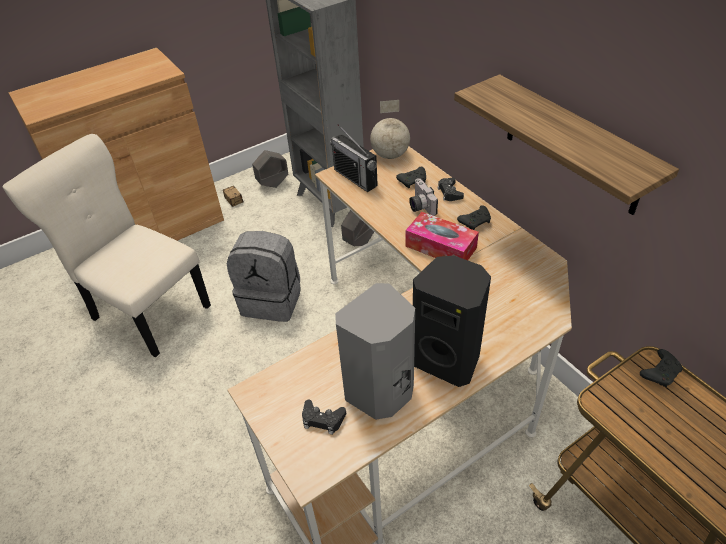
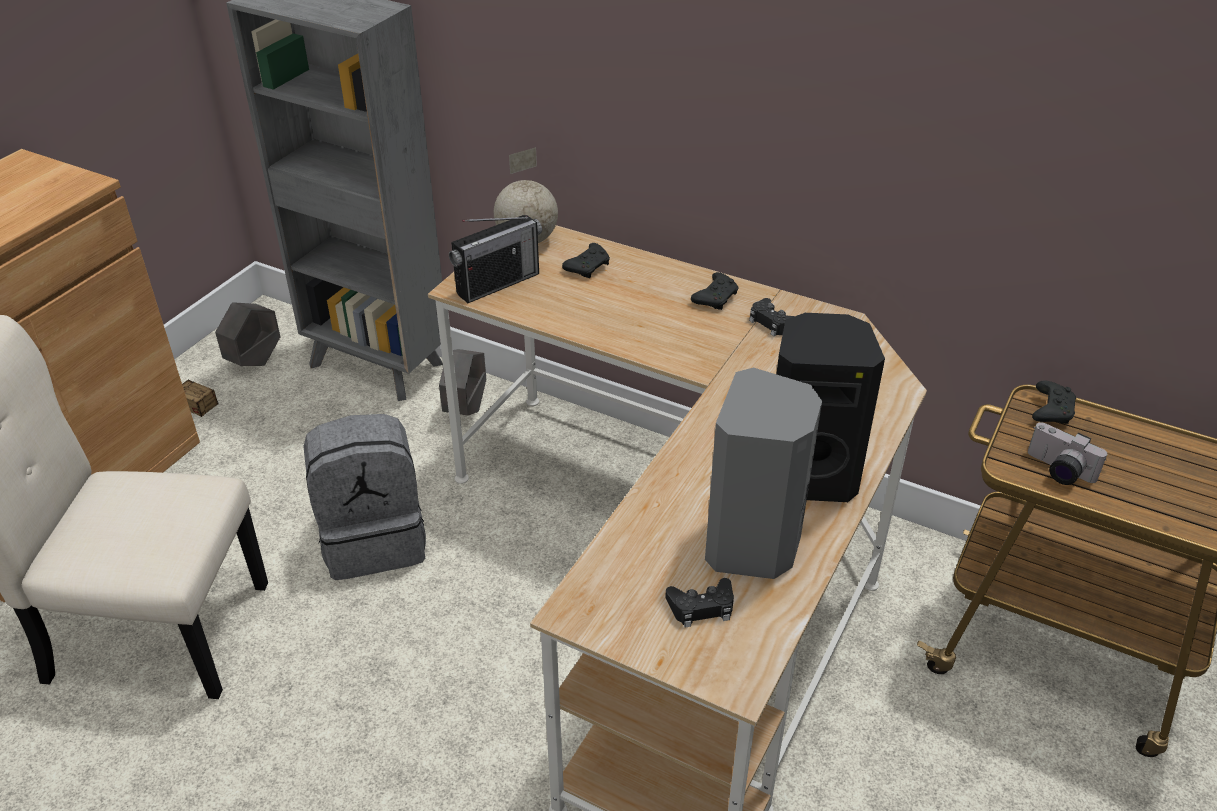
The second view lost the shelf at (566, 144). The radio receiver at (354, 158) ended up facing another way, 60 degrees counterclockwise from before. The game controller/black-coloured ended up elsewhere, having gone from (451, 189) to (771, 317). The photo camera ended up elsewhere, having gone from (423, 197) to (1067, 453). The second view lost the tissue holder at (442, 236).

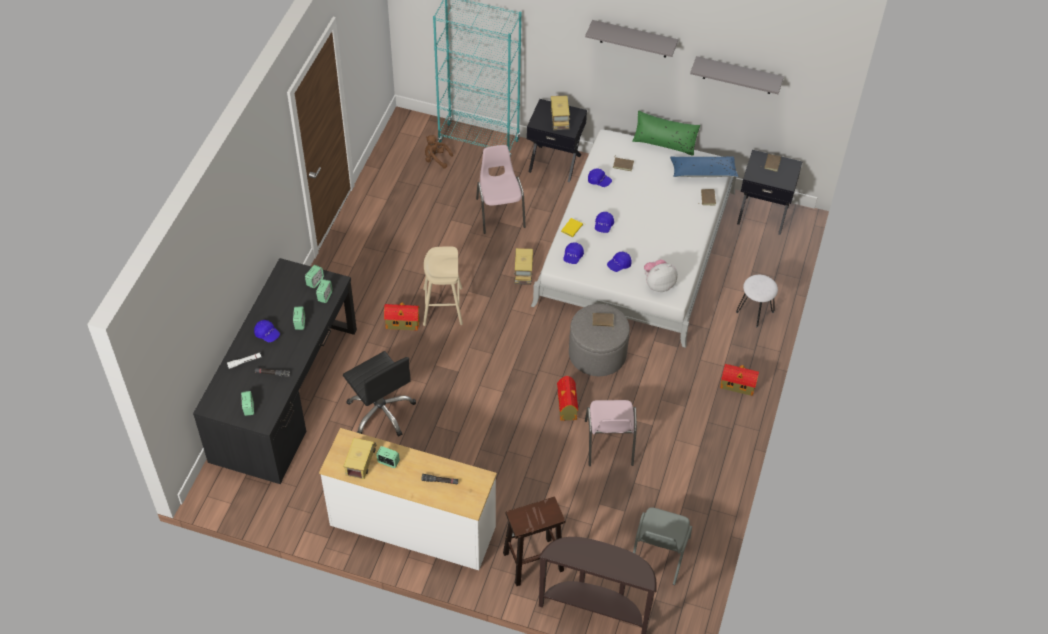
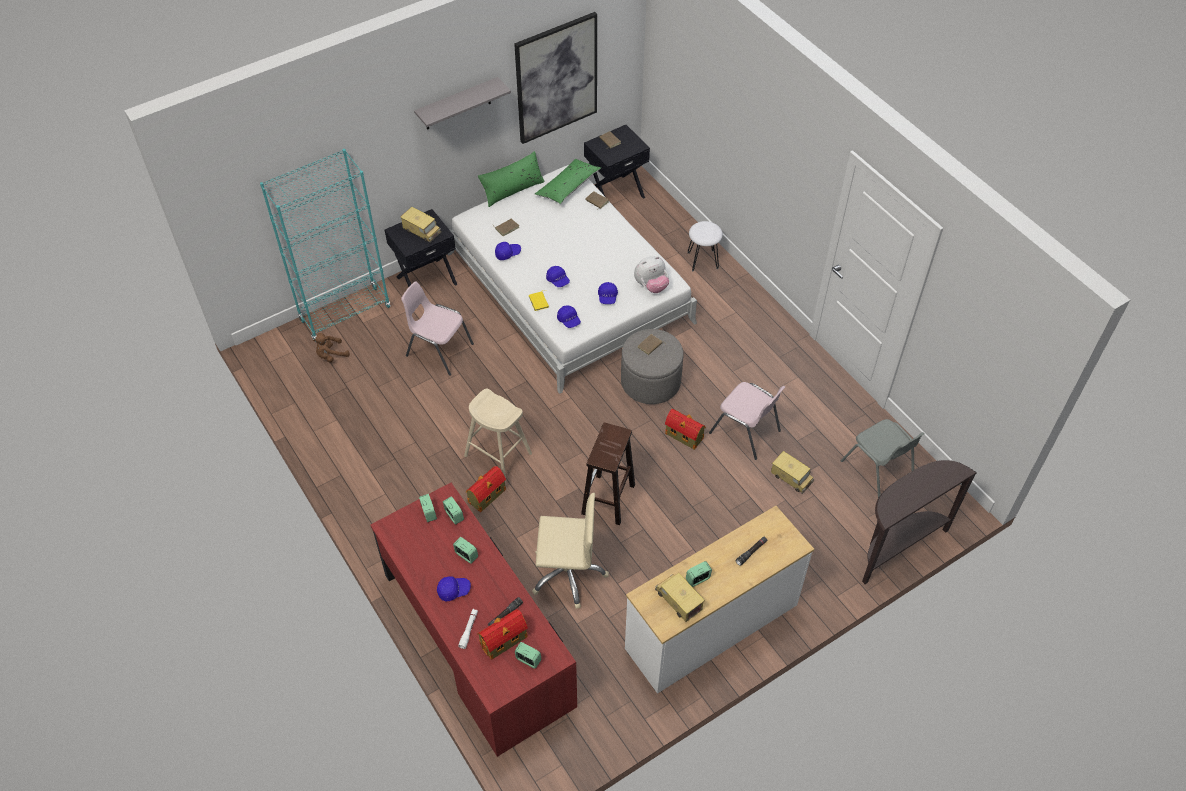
Where the shelf/grey hung at (737, 75), the wall art came to hang at (555, 78). What was the pillow/blue-coloured at (704, 166) turned into the pillow/greenish at (568, 181). The model truck ended up elsewhere, having gone from (523, 266) to (792, 472). What was the desk/black-coloured at (275, 371) turned into the desk/red at (474, 620). The plush toy at (661, 275) ended up facing another way, 135 degrees counterclockwise from before. What was the computer chair/black-coloured at (379, 394) turned into the computer chair/beige at (570, 551). The miniature house ended up elsewhere, having gone from (739, 380) to (502, 634). The sitting stool/brownish ended up elsewhere, having gone from (534, 541) to (608, 473).

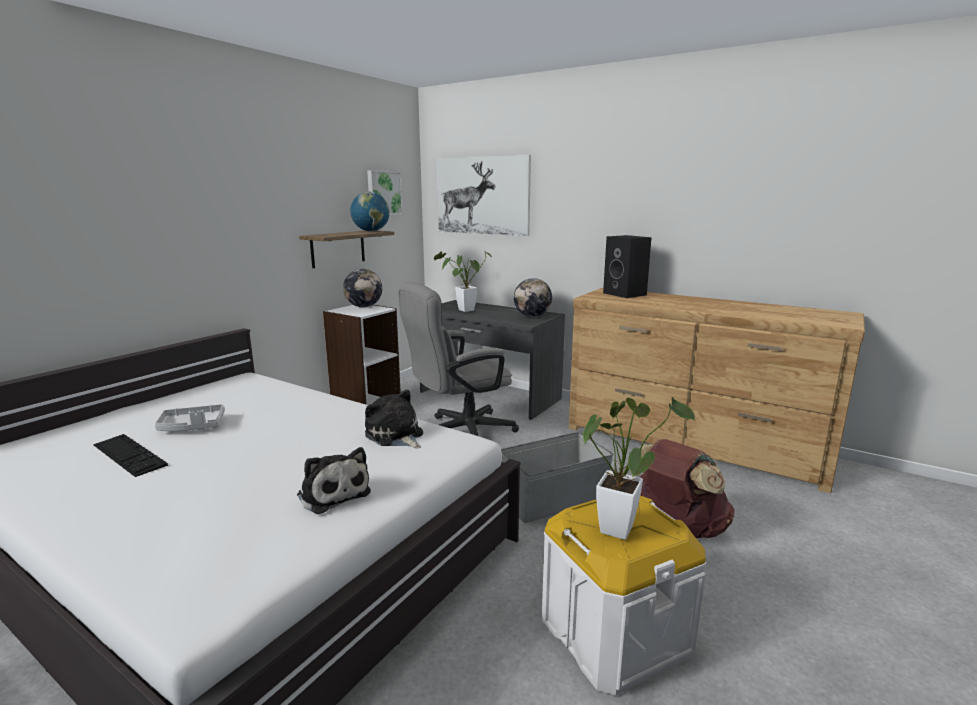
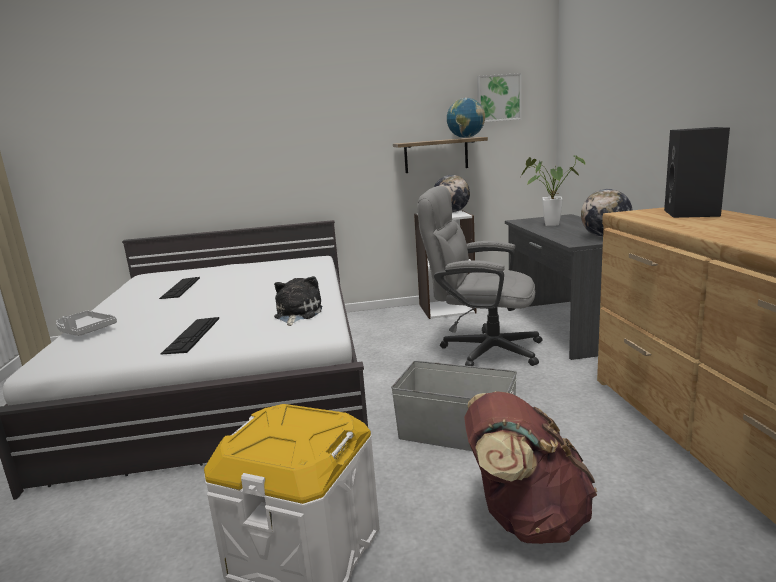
The second view lost the wall art at (484, 195). The second view lost the houseplant at (639, 468). The tray/grey ended up elsewhere, having gone from (190, 417) to (86, 323). Where the plush toy stood at (334, 480), the PC keyboard came to stand at (190, 335).

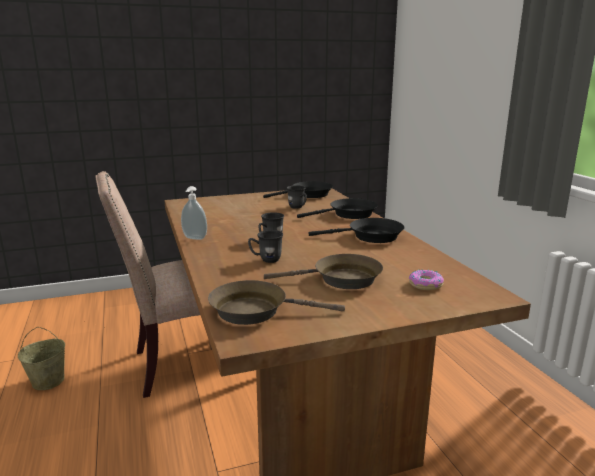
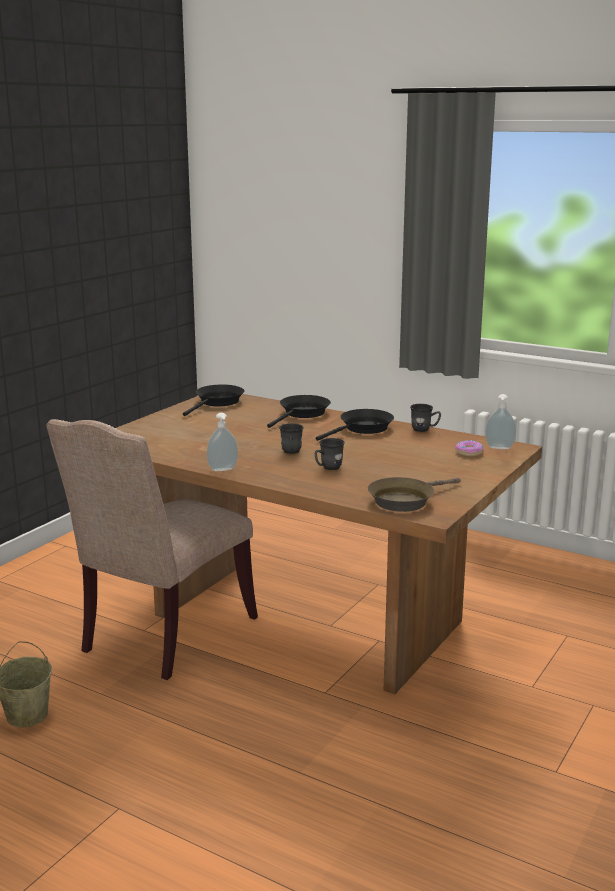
The mug/grey ended up elsewhere, having gone from (297, 197) to (425, 418). The second view lost the pan/brownish at (323, 271). The second view gained the soap bottle at (500, 421).

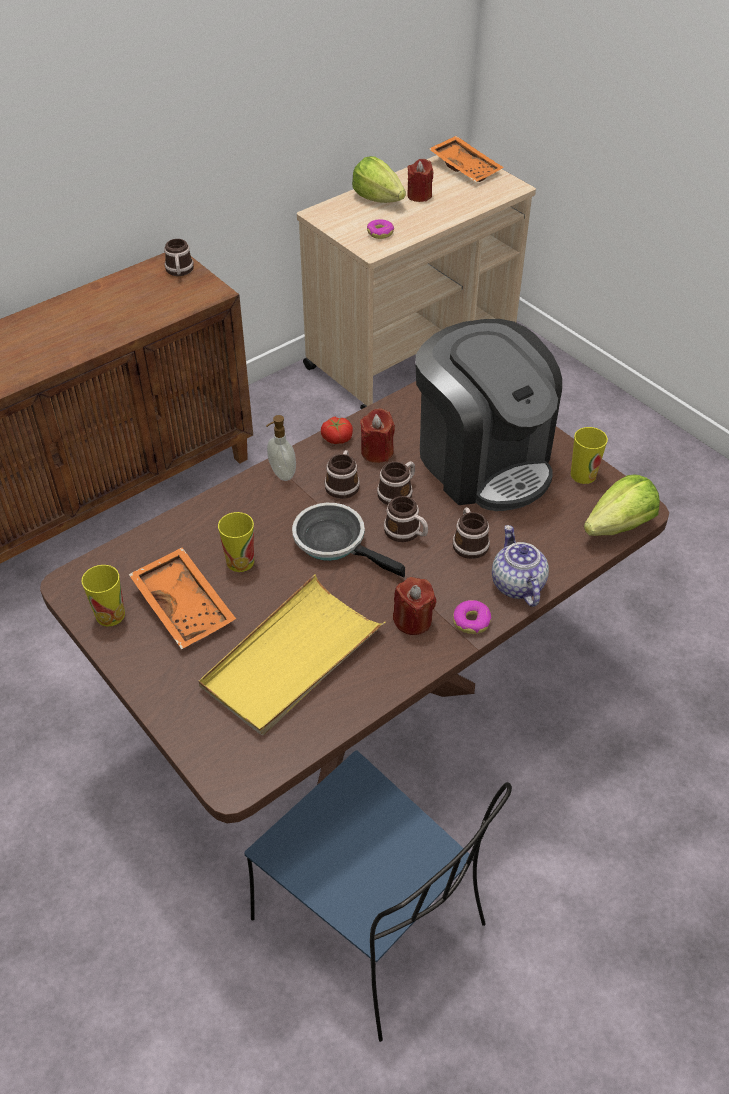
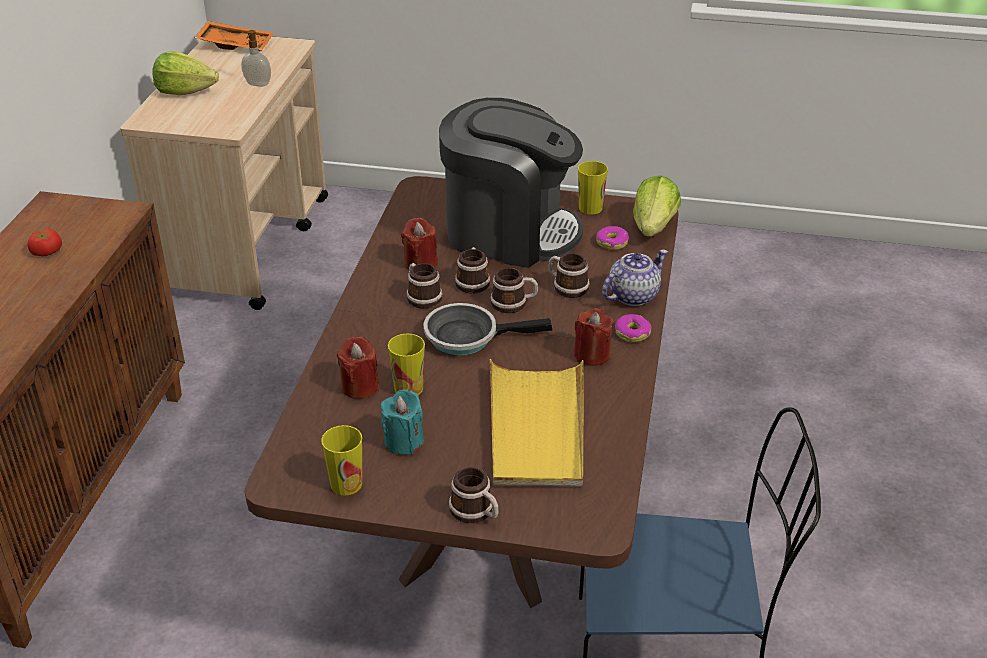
The wax candle/red ended up elsewhere, having gone from (420, 180) to (358, 368). The donut ended up elsewhere, having gone from (380, 229) to (612, 238). The mug ended up elsewhere, having gone from (179, 257) to (474, 495). The soap bottle ended up elsewhere, having gone from (281, 448) to (256, 58). The whole tomato ended up elsewhere, having gone from (337, 430) to (45, 242). The pot for tea at (520, 566) ended up facing another way, 105 degrees clockwise from before. Where the tray/orangey stood at (182, 598), the wax candle/turquoise came to stand at (402, 422).

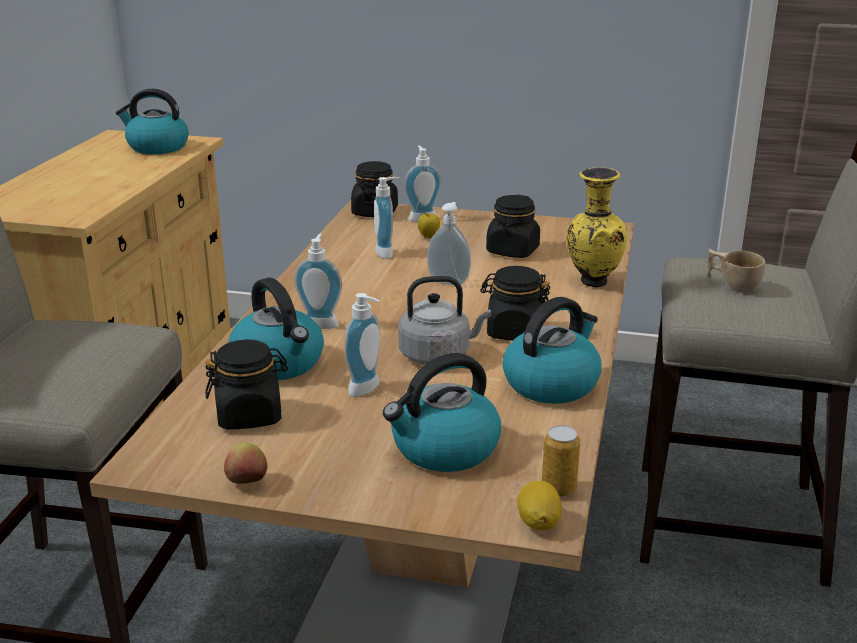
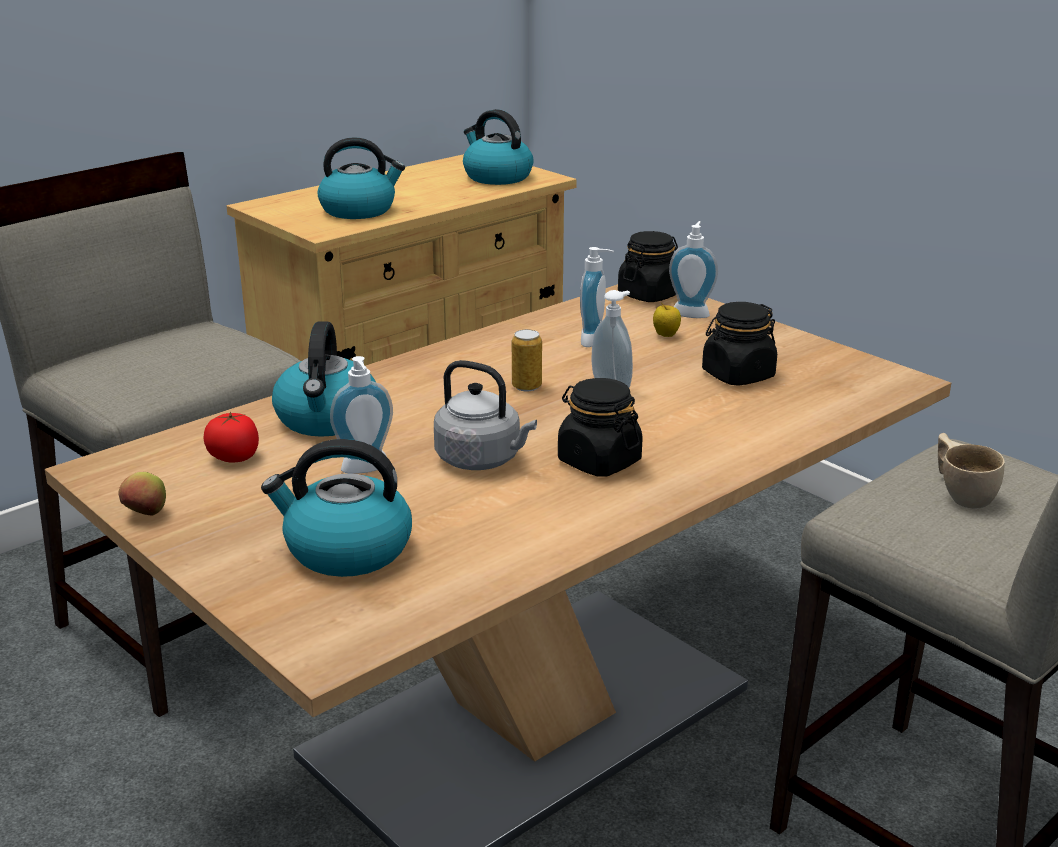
The second view lost the vase/yellow-coloured at (596, 228). The second view lost the soap bottle at (318, 281). The tea kettle ended up elsewhere, having gone from (551, 350) to (361, 178). Where the preserve jar/black-coloured stood at (246, 384), the whole tomato came to stand at (231, 437). The sealed can ended up elsewhere, having gone from (561, 461) to (527, 360). The second view lost the citrus fruit at (539, 505).

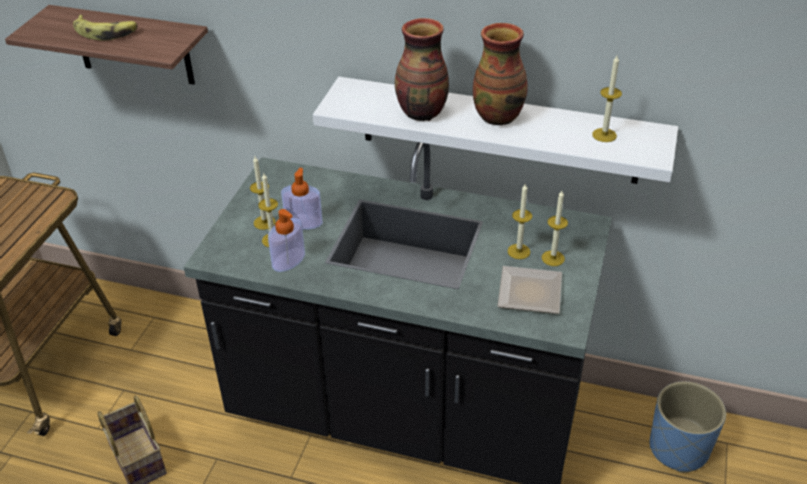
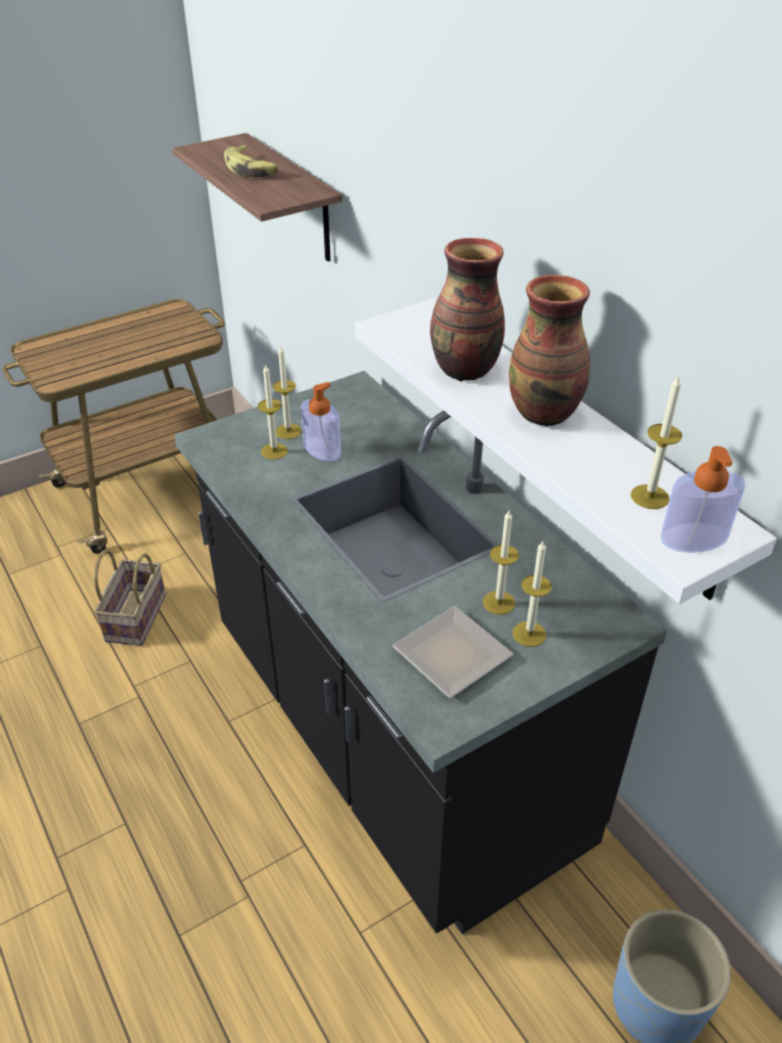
The soap bottle ended up elsewhere, having gone from (286, 240) to (703, 499).

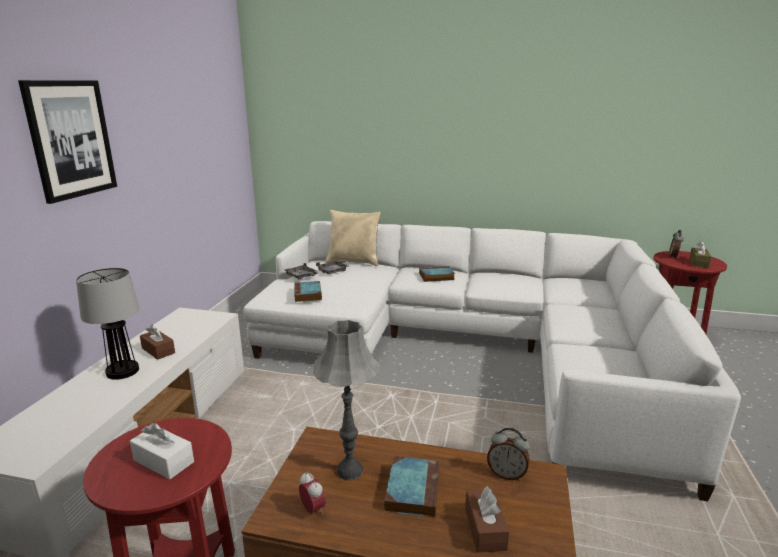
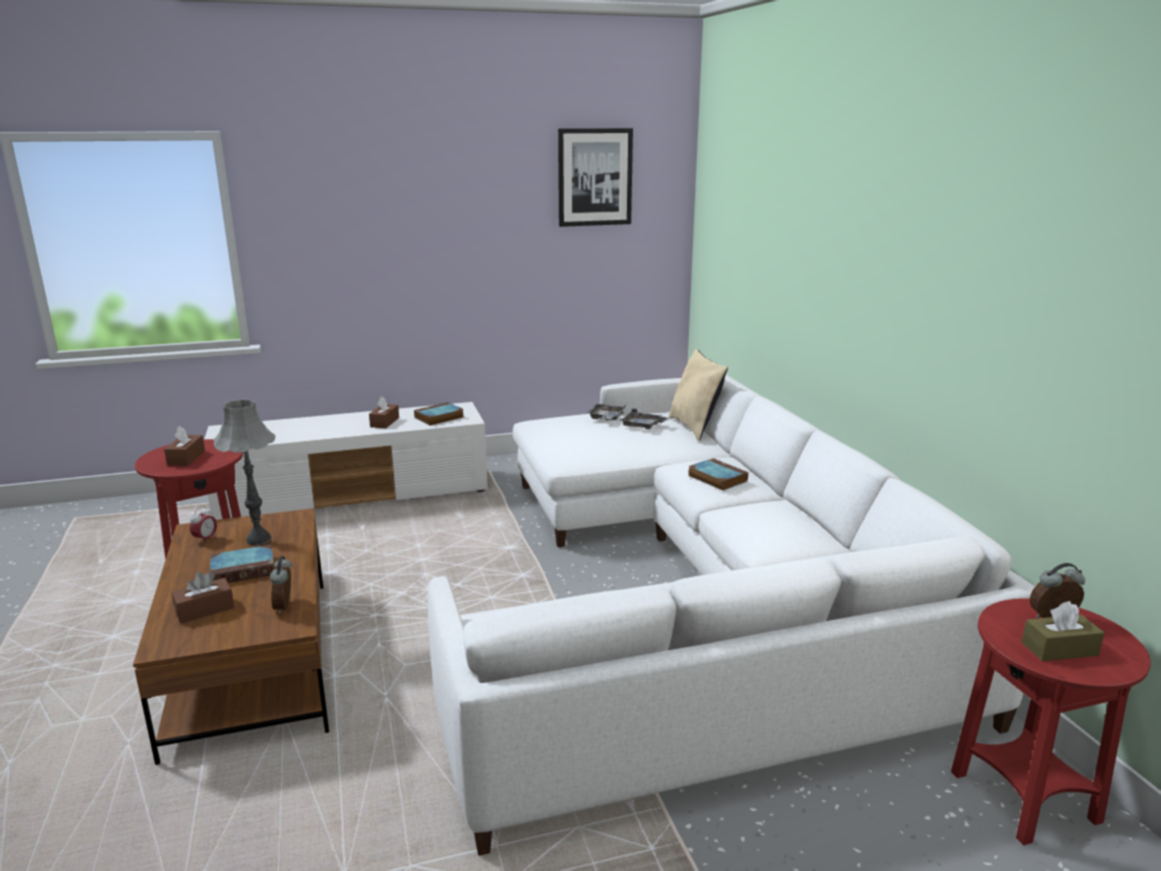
The wall art ended up elsewhere, having gone from (67, 142) to (595, 177). The second view lost the lamp for a table at (108, 324). The book ended up elsewhere, having gone from (308, 291) to (438, 414). What was the tissue holder/white-coloured at (162, 450) turned into the tissue holder/brownish at (184, 446).

